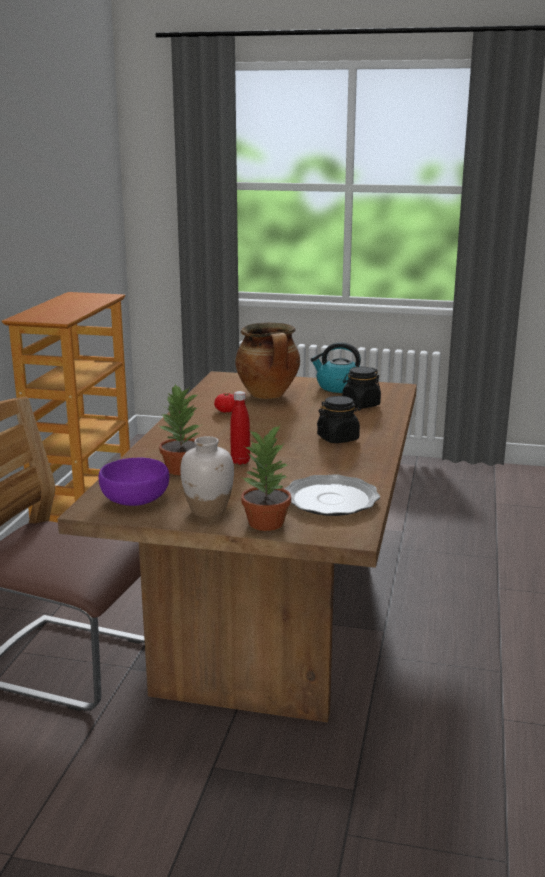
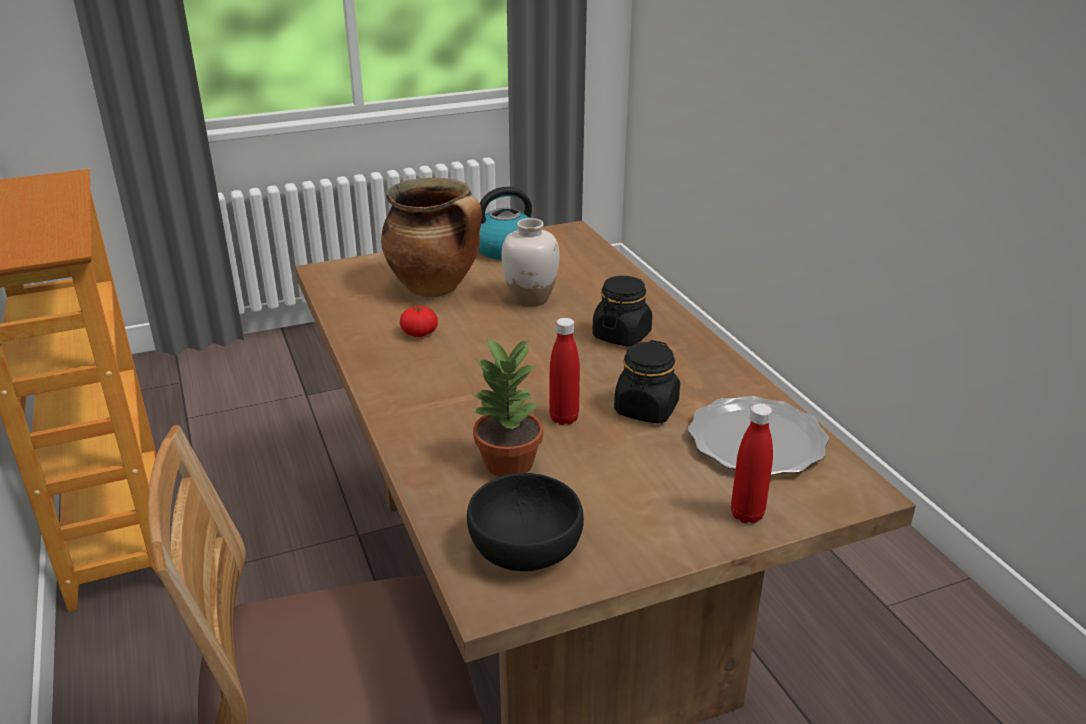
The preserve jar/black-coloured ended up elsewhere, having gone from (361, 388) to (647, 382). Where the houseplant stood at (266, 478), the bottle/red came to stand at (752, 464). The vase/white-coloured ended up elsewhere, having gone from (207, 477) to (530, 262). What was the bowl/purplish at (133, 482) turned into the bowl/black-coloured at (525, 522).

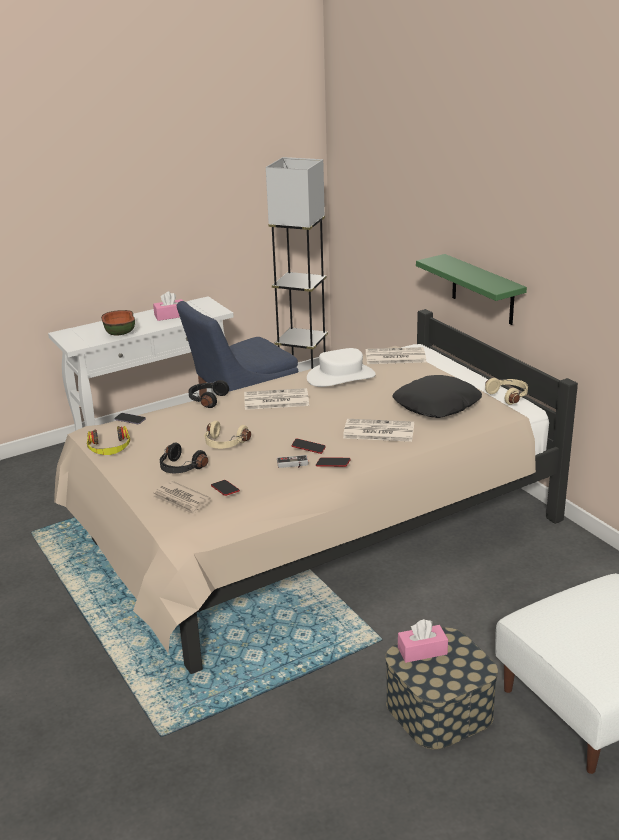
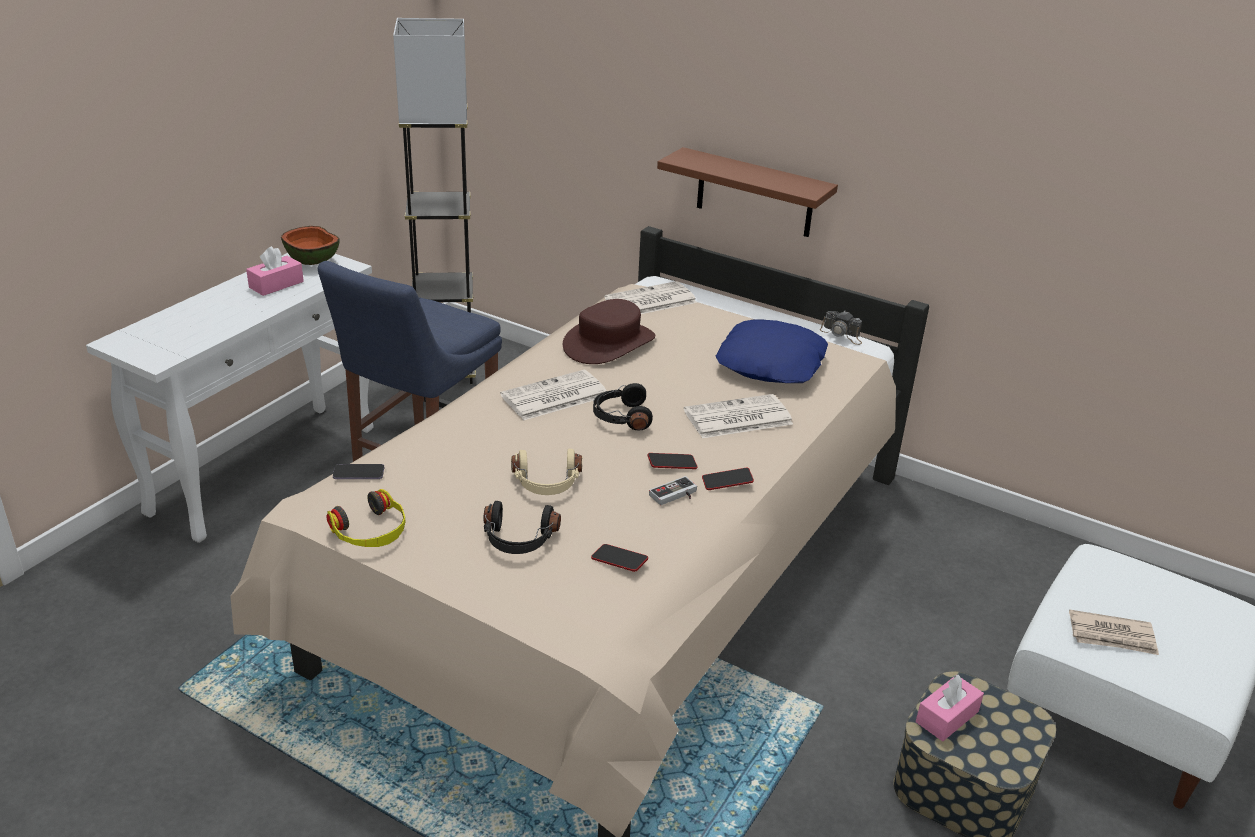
What was the shelf/greenish at (471, 289) turned into the shelf/brownish at (747, 192). The bowl ended up elsewhere, having gone from (118, 323) to (310, 245). What was the hat/white-coloured at (341, 367) turned into the hat/brownish at (609, 331). What was the pillow/black-coloured at (437, 396) turned into the pillow/blue-coloured at (772, 351). Where the headset/beige stood at (506, 391), the photo camera came to stand at (841, 328). The headset/black-coloured ended up elsewhere, having gone from (208, 394) to (623, 406). The daily paper ended up elsewhere, having gone from (181, 498) to (1114, 632).

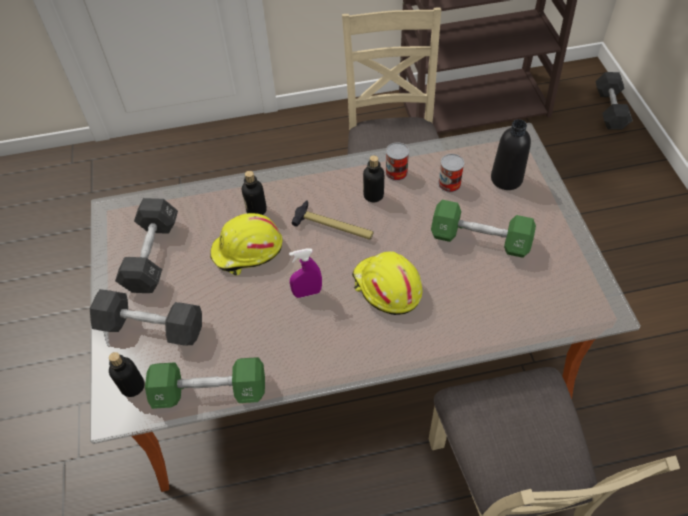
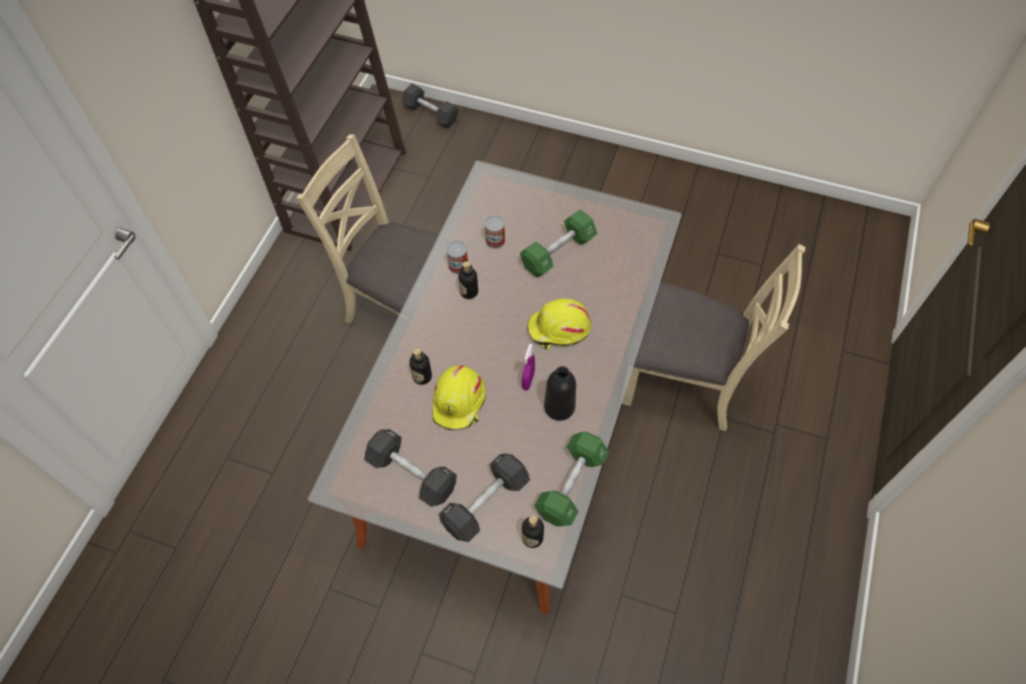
The bottle/black-coloured ended up elsewhere, having gone from (511, 154) to (560, 393). The second view lost the hand hammer at (333, 220).

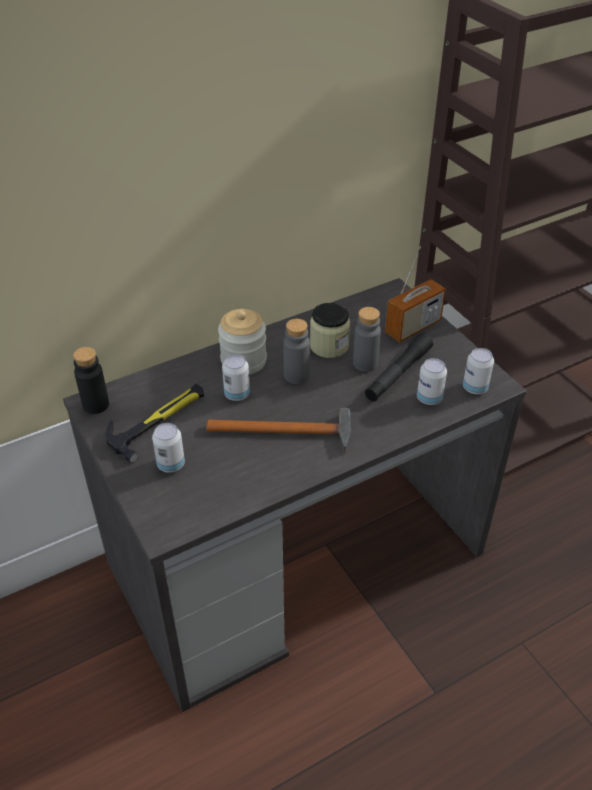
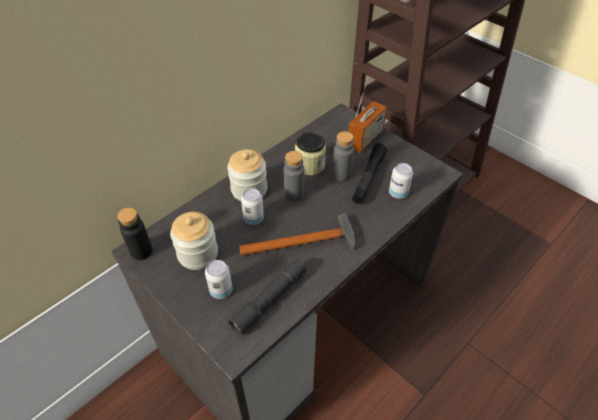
The second view lost the sealed can at (478, 371). Where the hand hammer stood at (155, 423), the preserve jar came to stand at (194, 241). The second view gained the hand torch/grey at (267, 297).

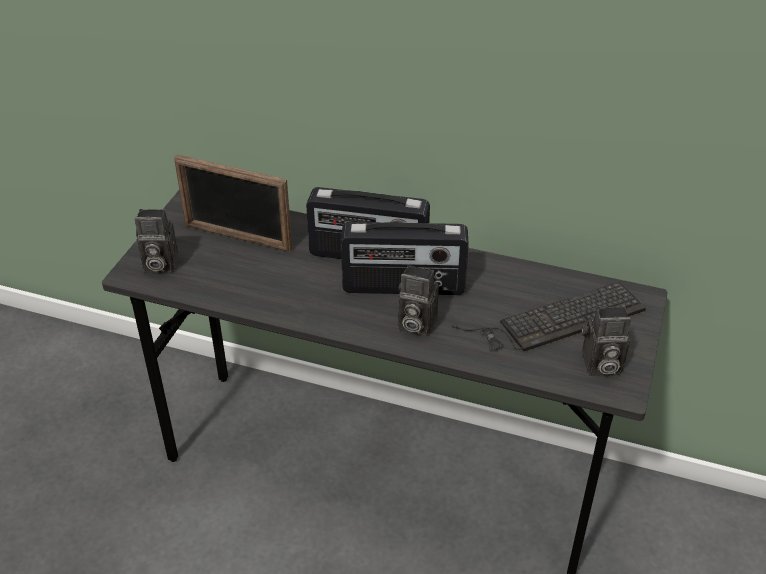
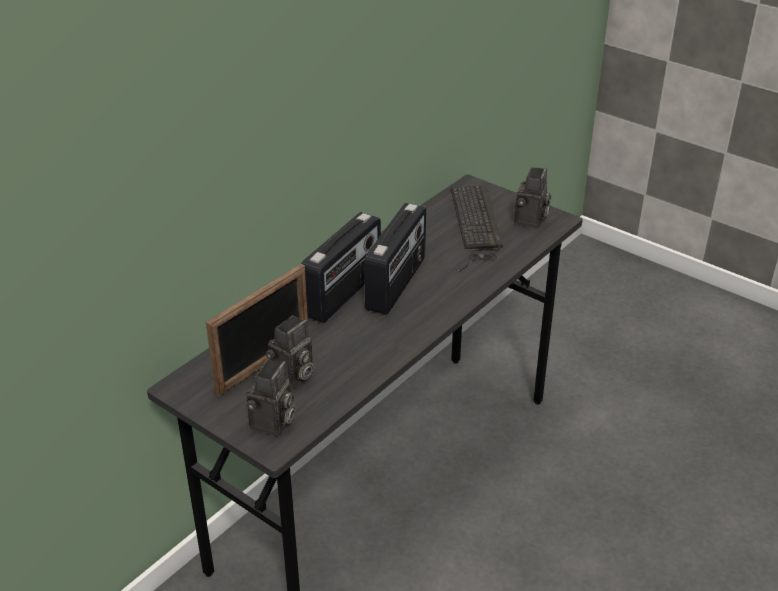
The photo camera ended up elsewhere, having gone from (418, 301) to (290, 352).

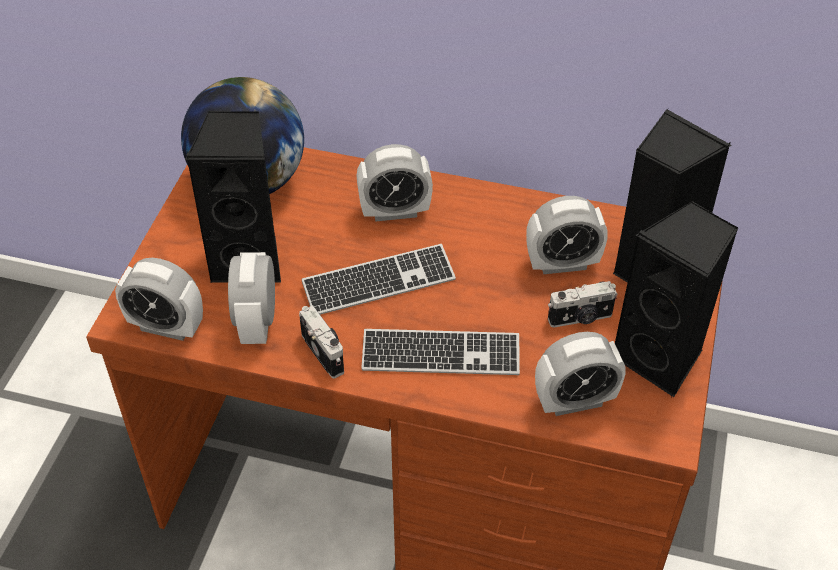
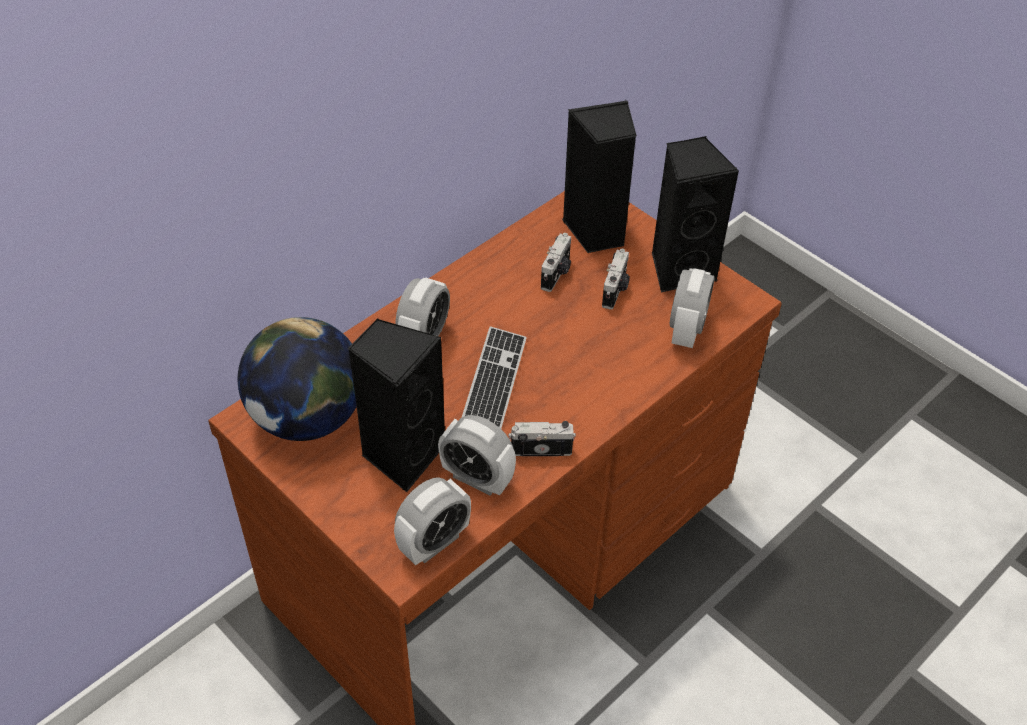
Where the alarm clock stood at (567, 235), the photo camera came to stand at (556, 262). The second view lost the PC keyboard at (440, 352).

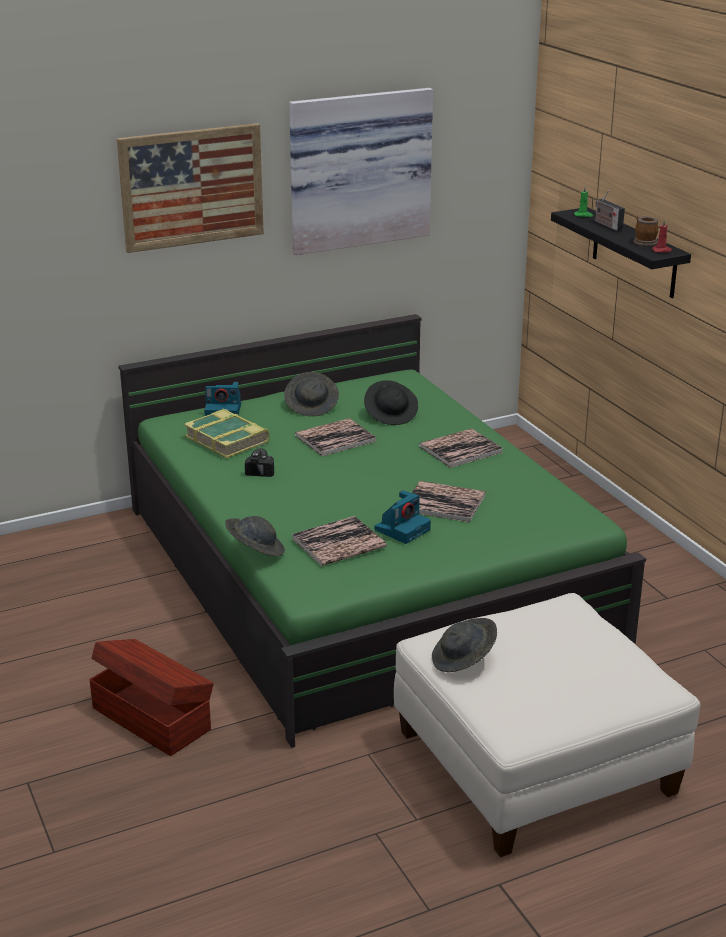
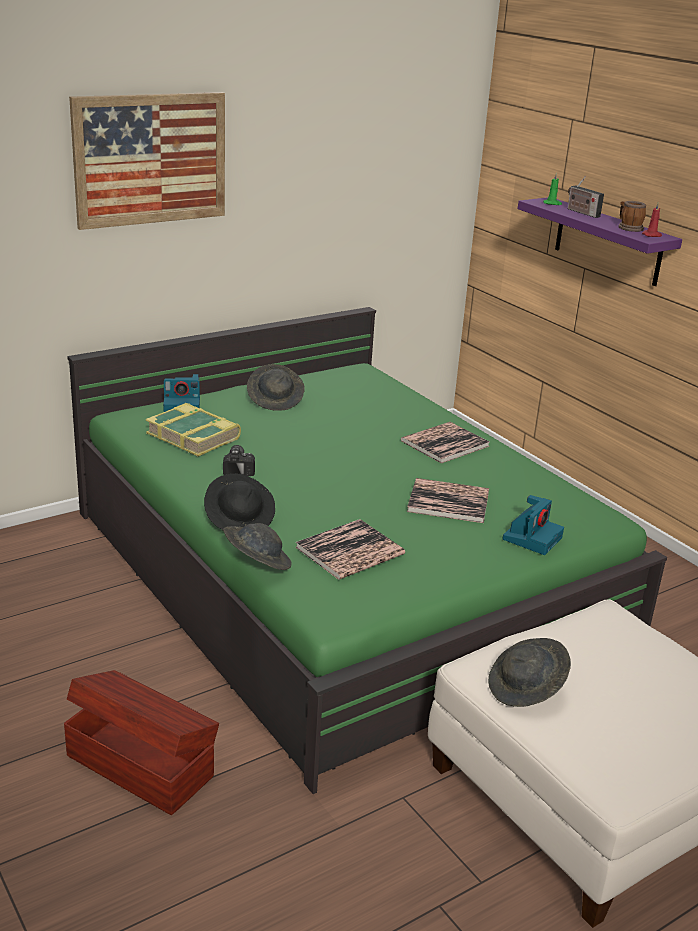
The second view lost the wall art at (361, 171). What was the shelf/black-coloured at (621, 252) turned into the shelf/purplish at (600, 241). The hat/black-coloured ended up elsewhere, having gone from (391, 402) to (239, 502). The second view lost the book at (336, 437). The photo camera ended up elsewhere, having gone from (403, 517) to (533, 525).

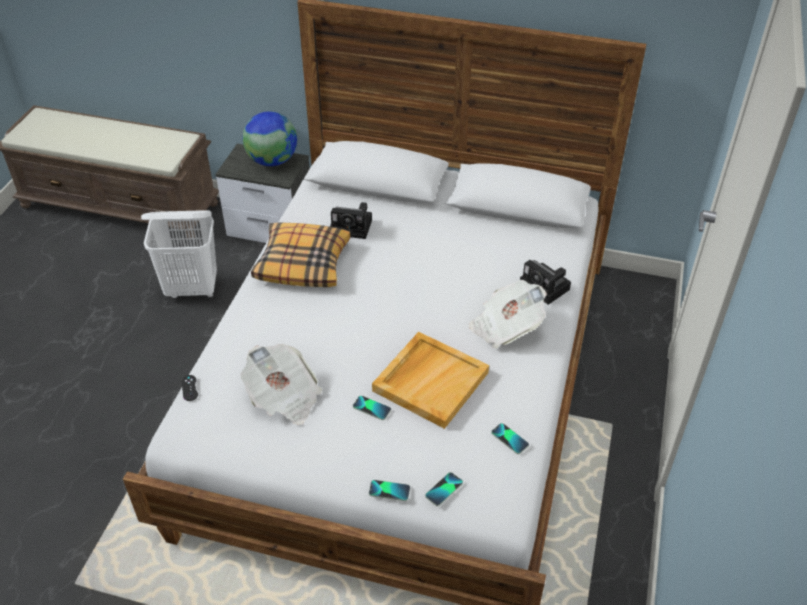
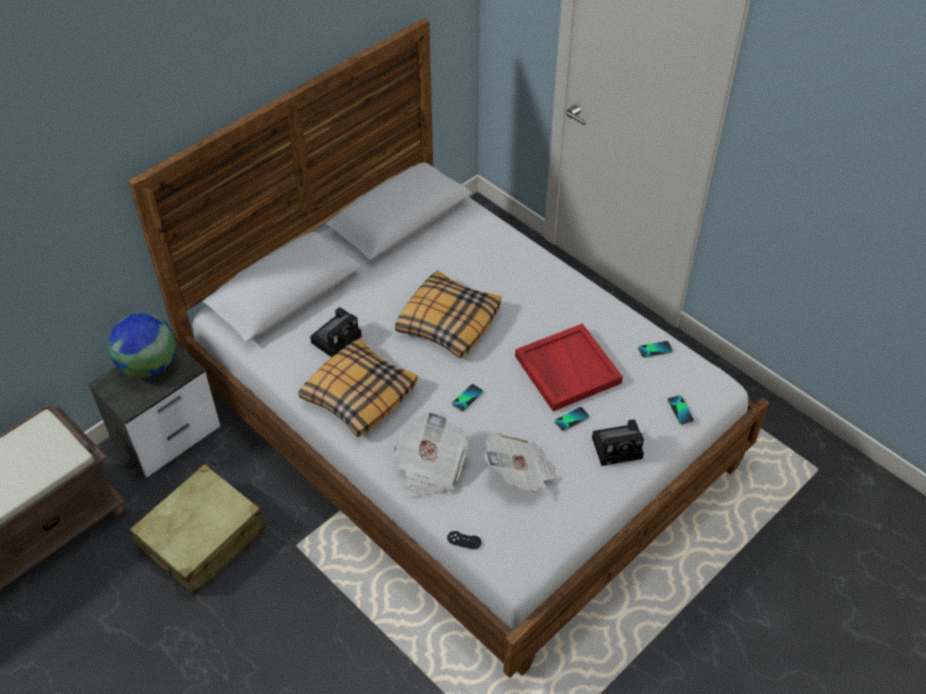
Where the laundry basket/white-coloured stood at (179, 254), the travel case/beige came to stand at (198, 530). The photo camera ended up elsewhere, having gone from (545, 282) to (618, 442). The daily paper ended up elsewhere, having gone from (508, 314) to (431, 454). What was the tray/beige at (430, 380) turned into the tray/red at (569, 367). The telephone ended up elsewhere, having gone from (389, 490) to (467, 398). The second view gained the pillow at (448, 314).

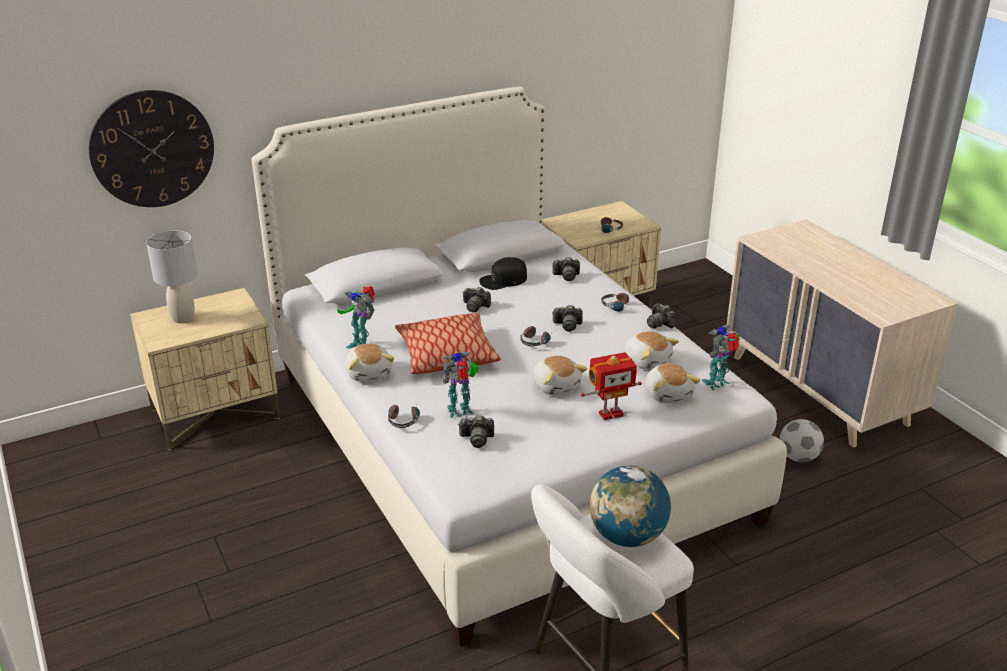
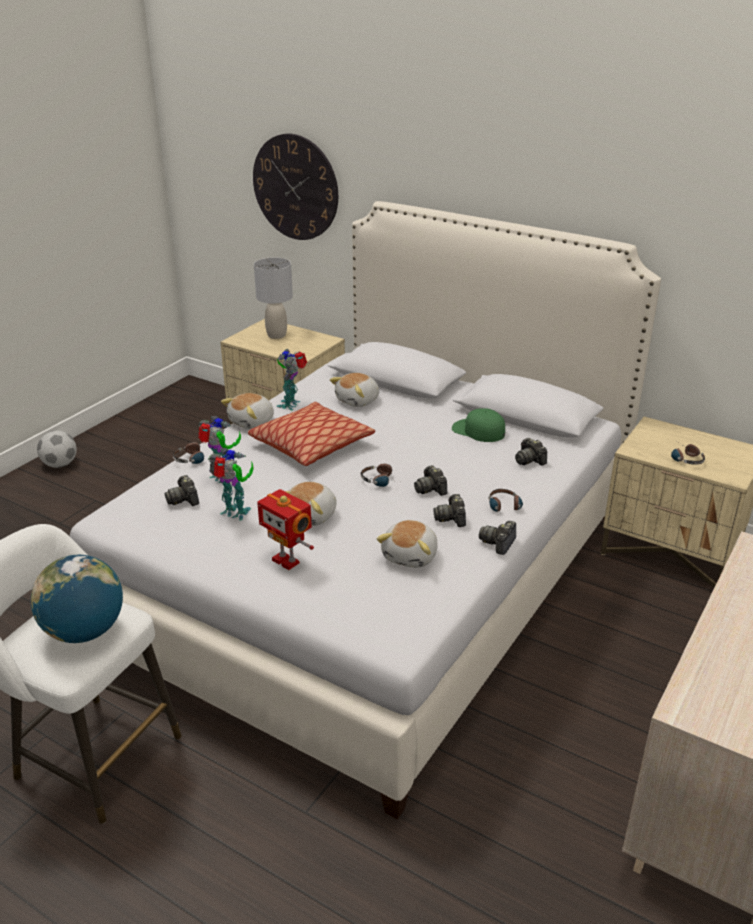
What was the cap/black-coloured at (503, 273) turned into the cap/greenish at (478, 425). The photo camera ended up elsewhere, having gone from (477, 299) to (449, 510). The model robot ended up elsewhere, having gone from (720, 357) to (231, 484). The plush toy ended up elsewhere, having gone from (673, 383) to (354, 390). The football ball ended up elsewhere, having gone from (801, 440) to (57, 449).

